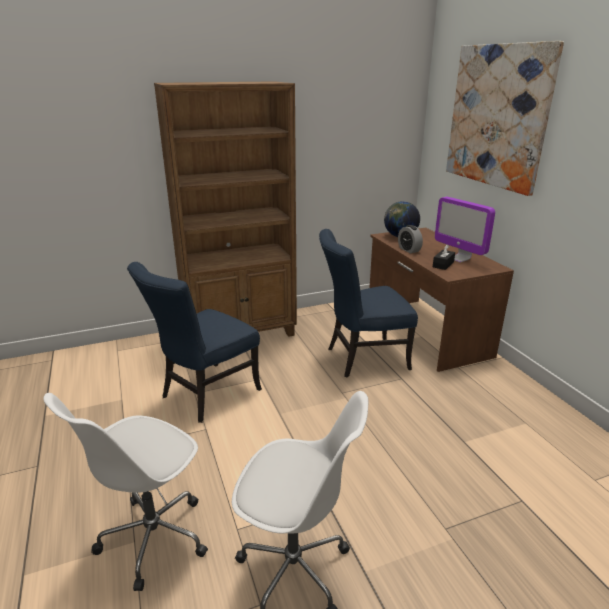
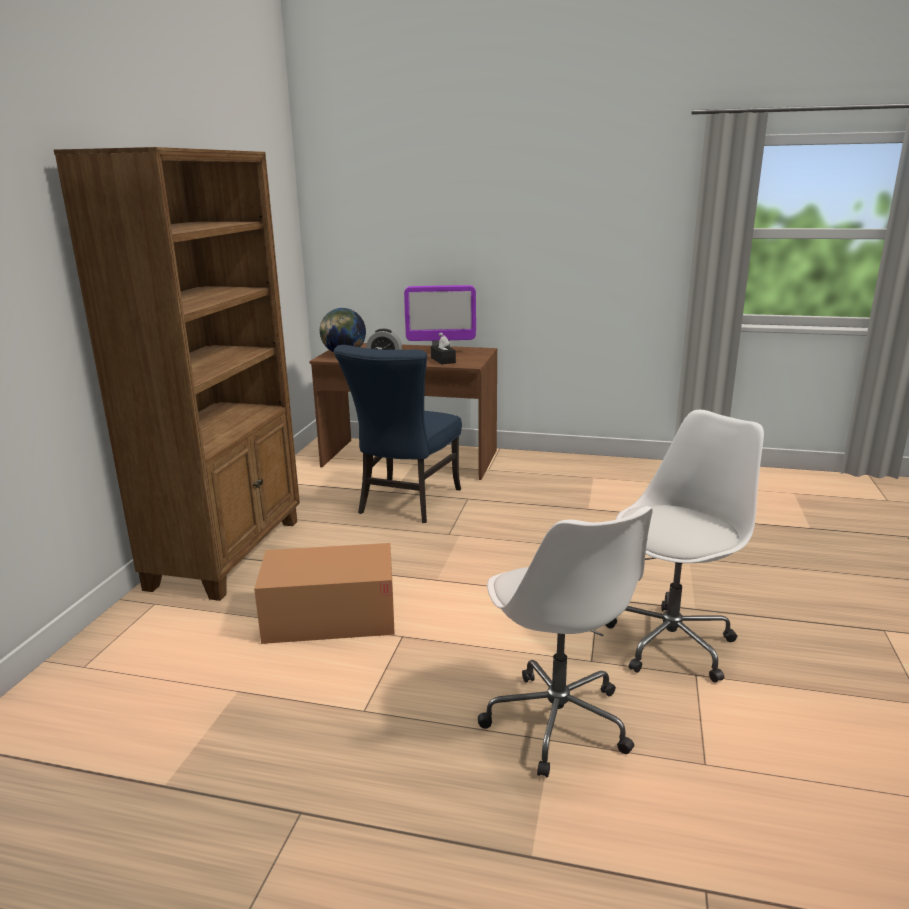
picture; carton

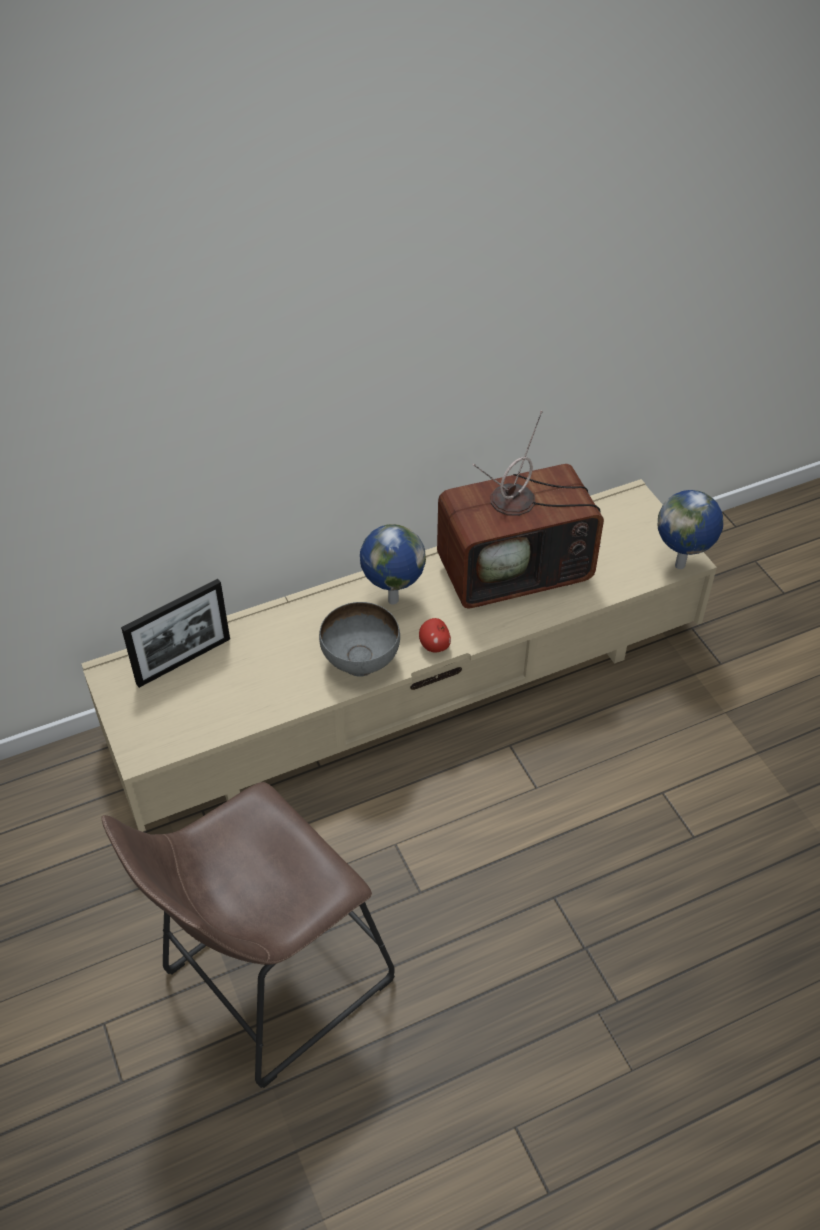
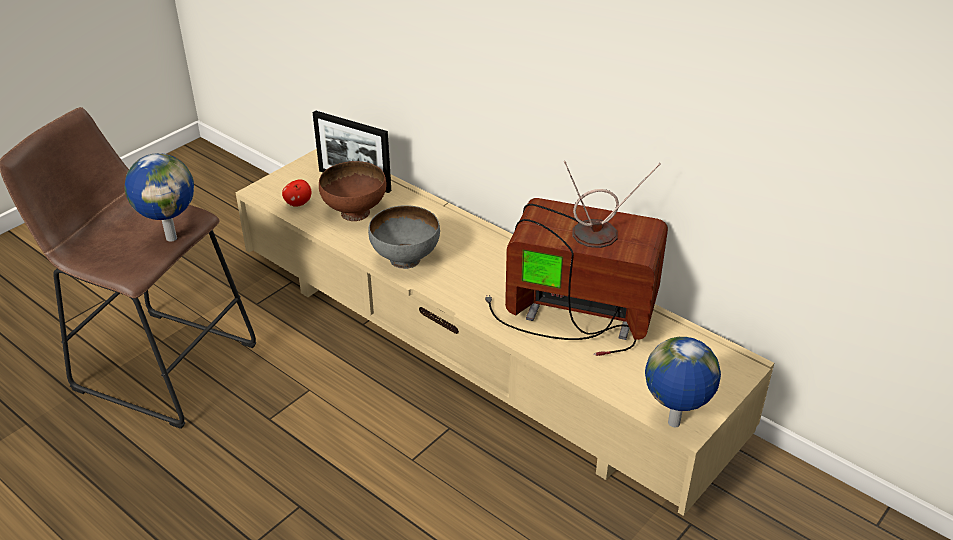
television; globe (1st from left); apple fruit; brown bowl

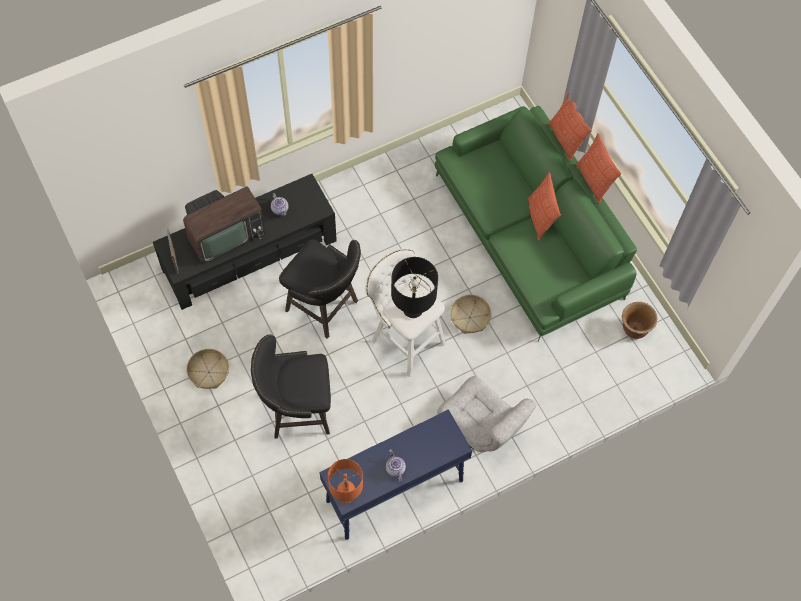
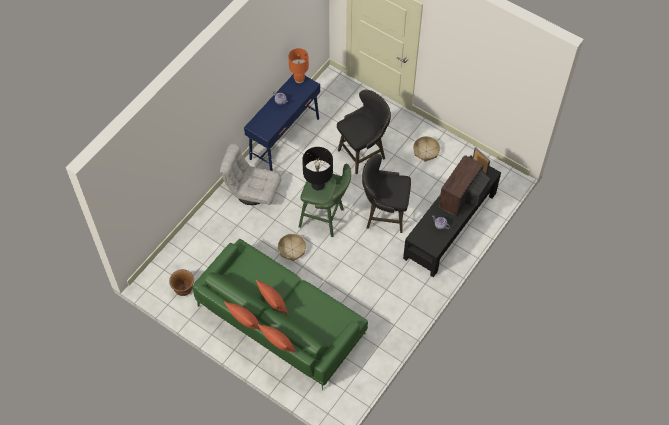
green-coloured stool

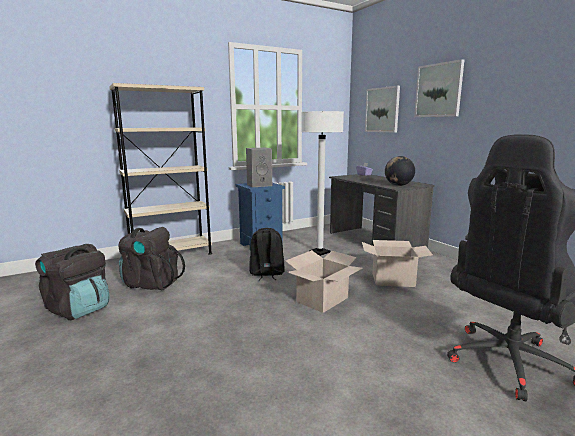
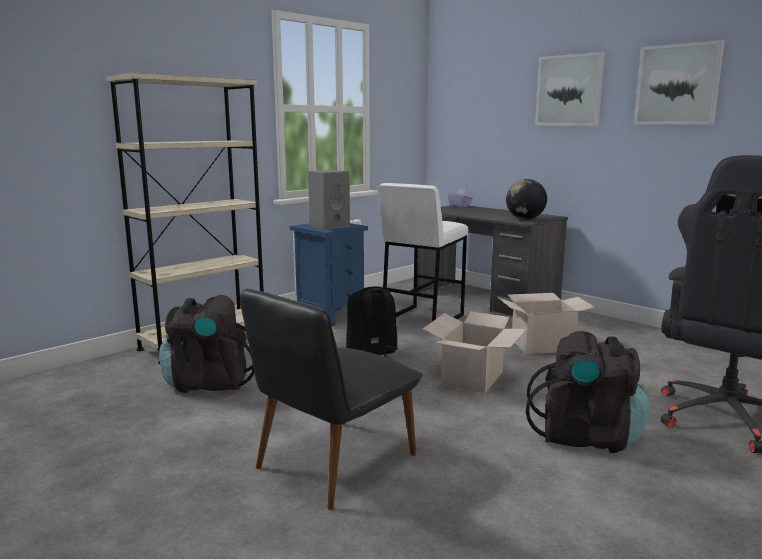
picture (2nd from left); white-coloured stool; blackish backpack (3rd from left); blackish upright chair

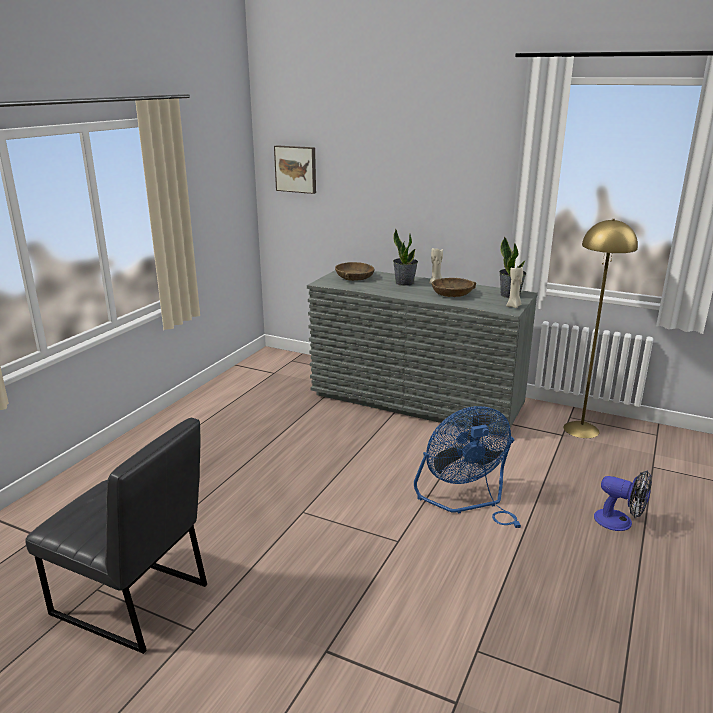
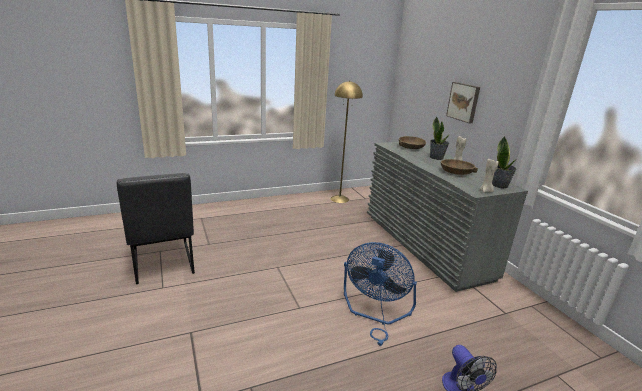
picture; yellowish floor lamp

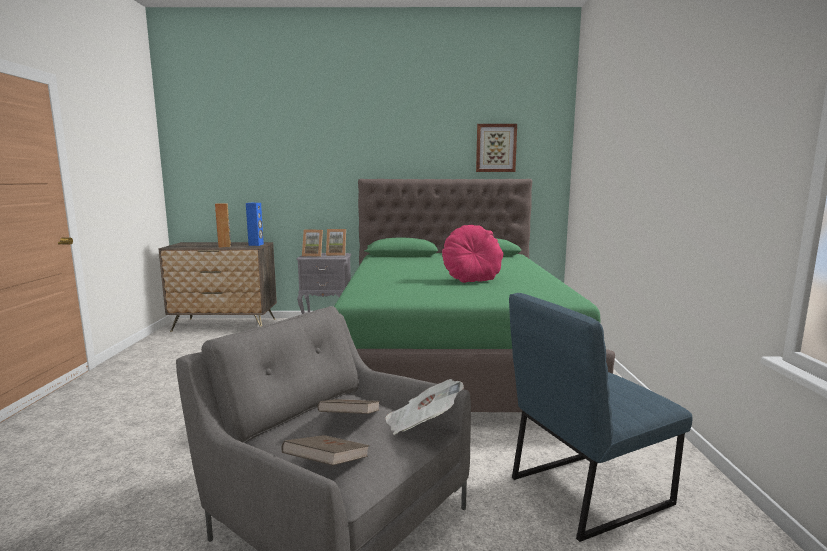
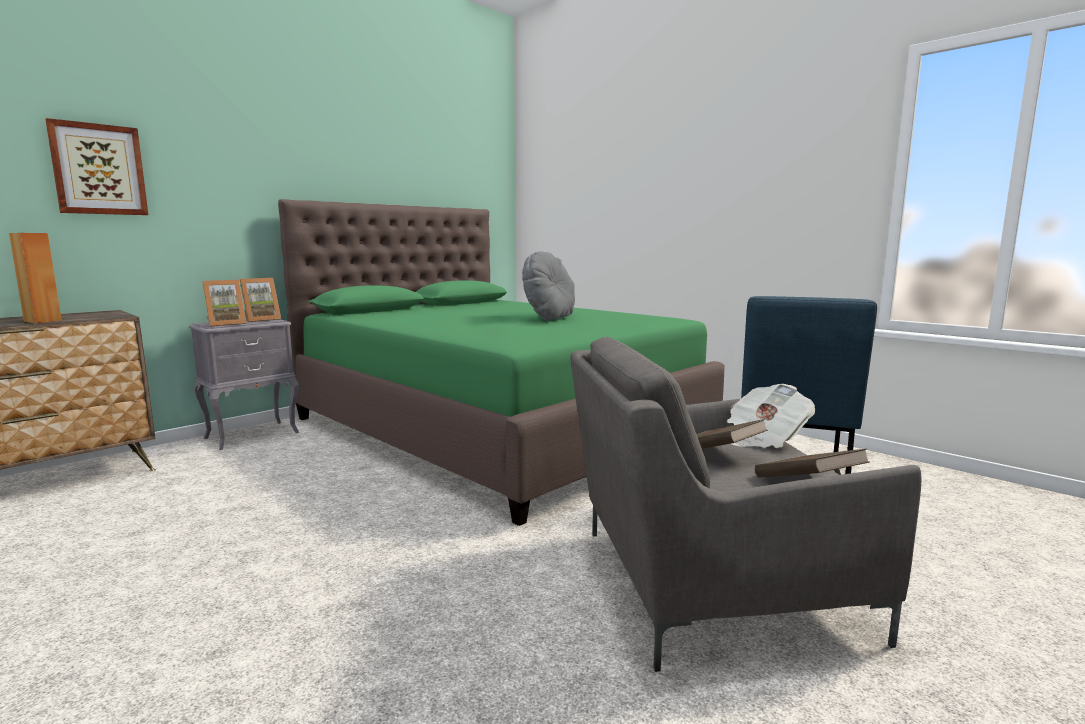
picture; blue speaker; gray throw pillow

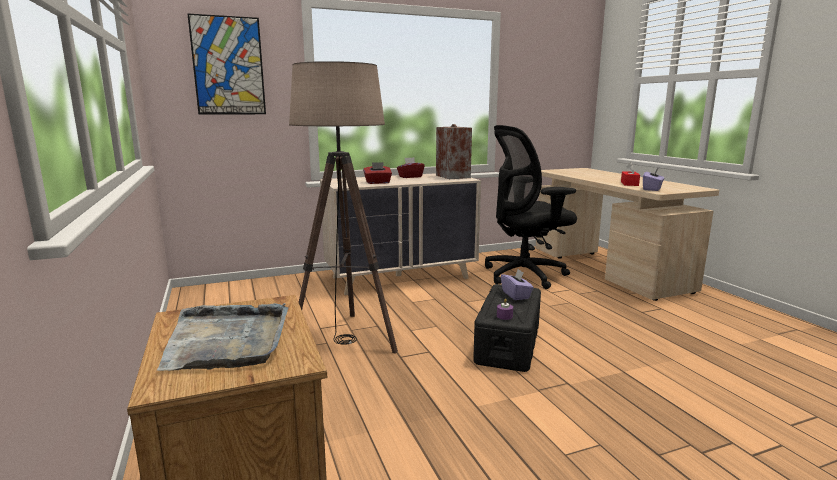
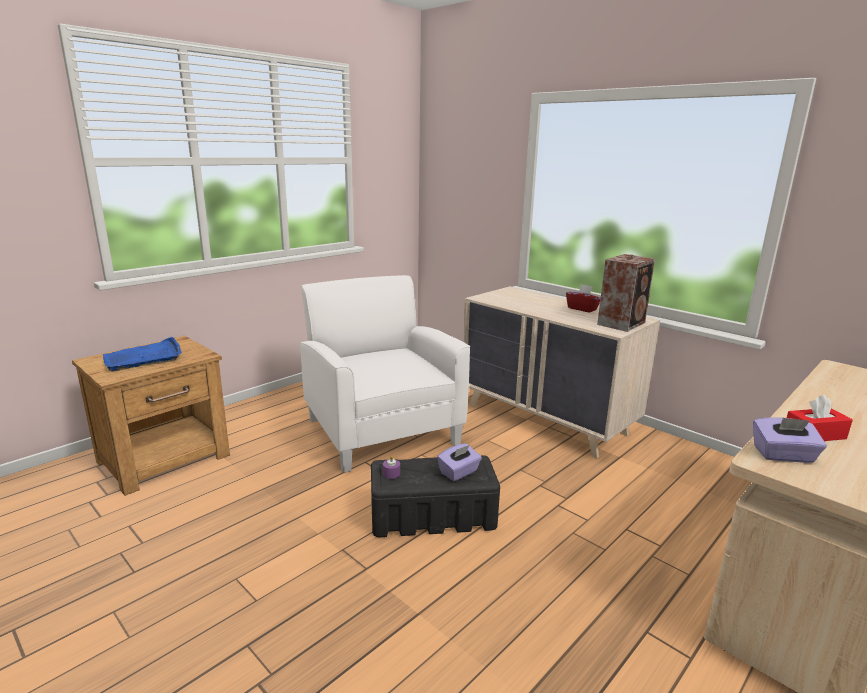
picture; white-coloured lounge chair; blackish office chair; reddish tissue box (1st from left in the first image); blue carrying tray

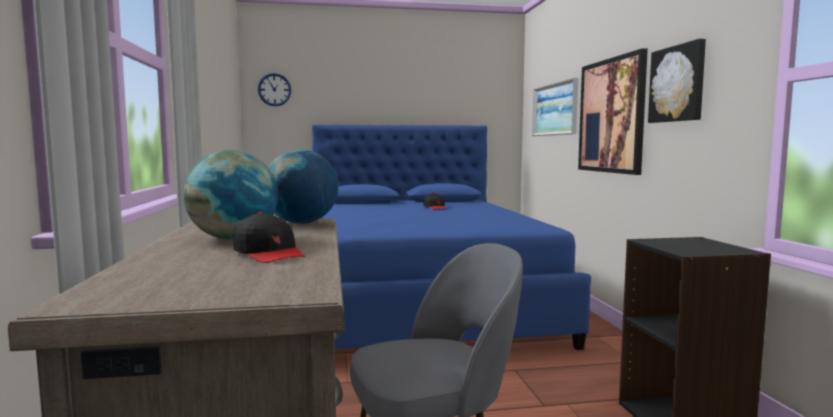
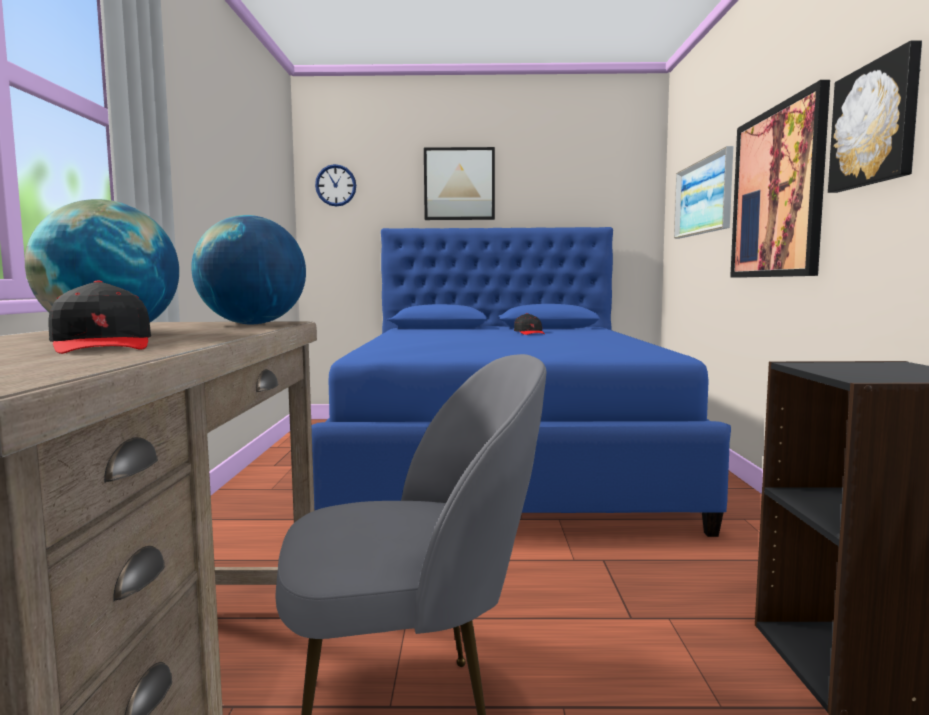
picture (1st from left)

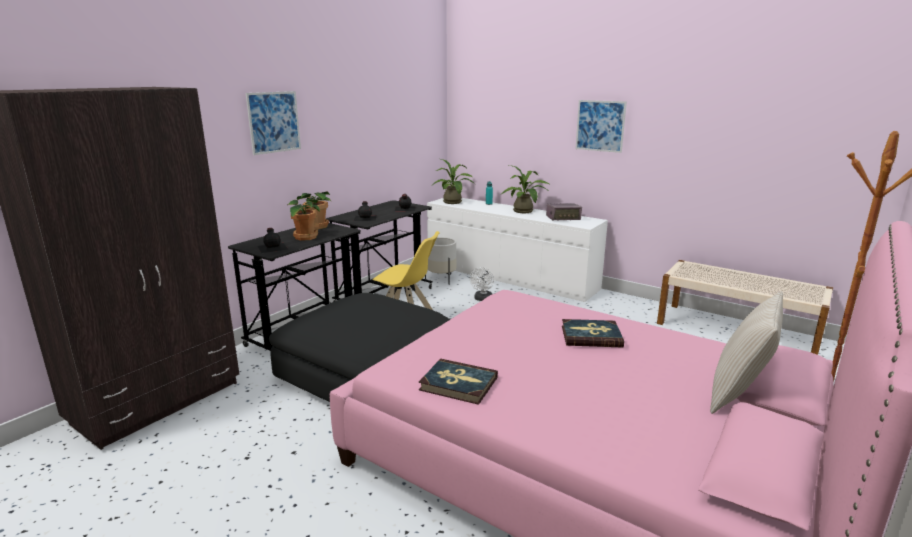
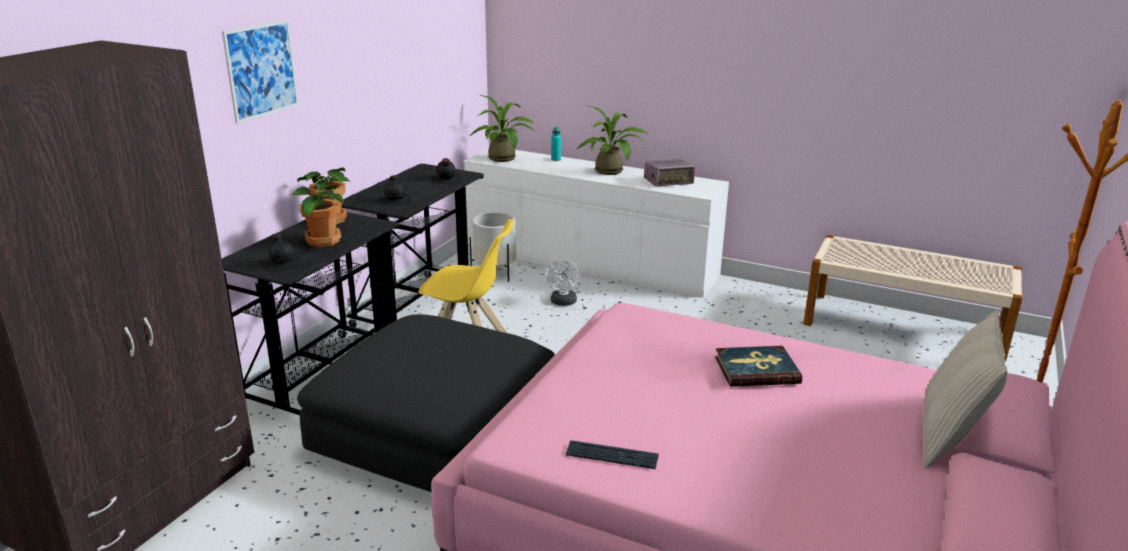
picture (2nd from left in the first image); keyboard

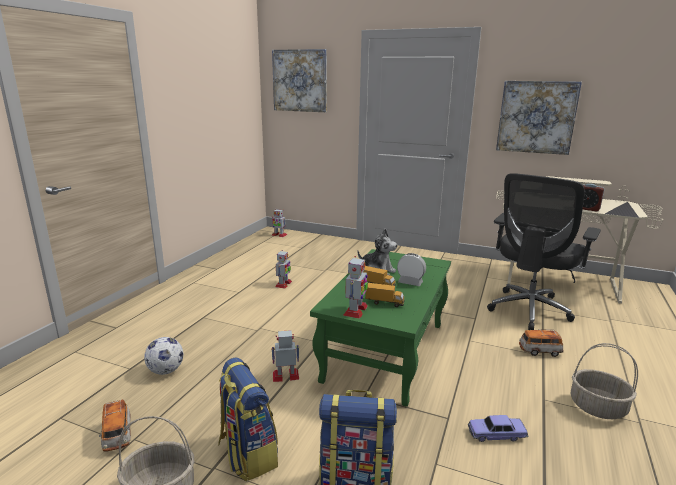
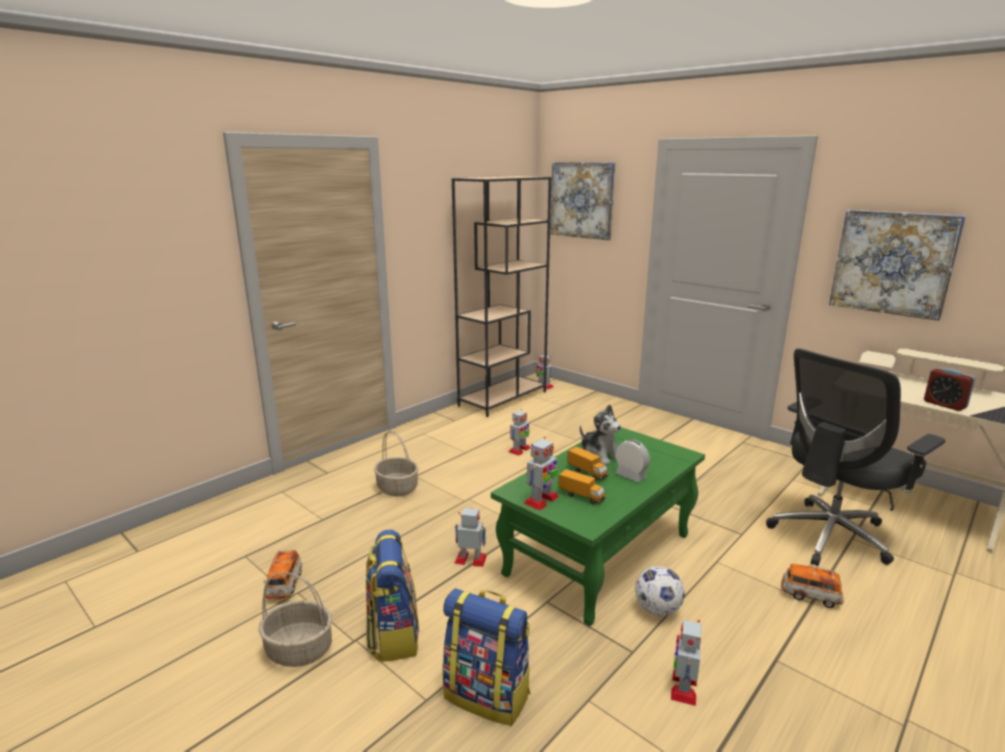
football ball; household basket (2nd from left); robot figure (5th from left); bookshelf

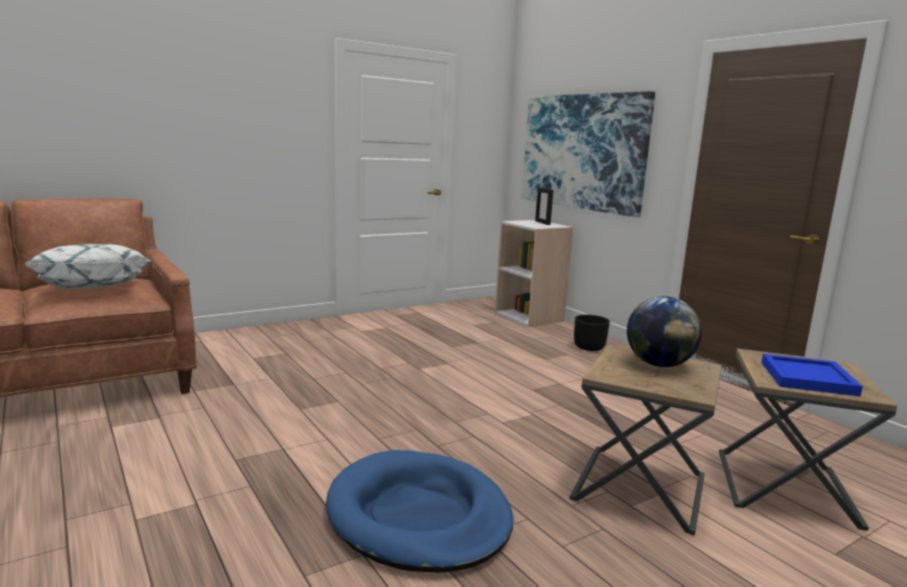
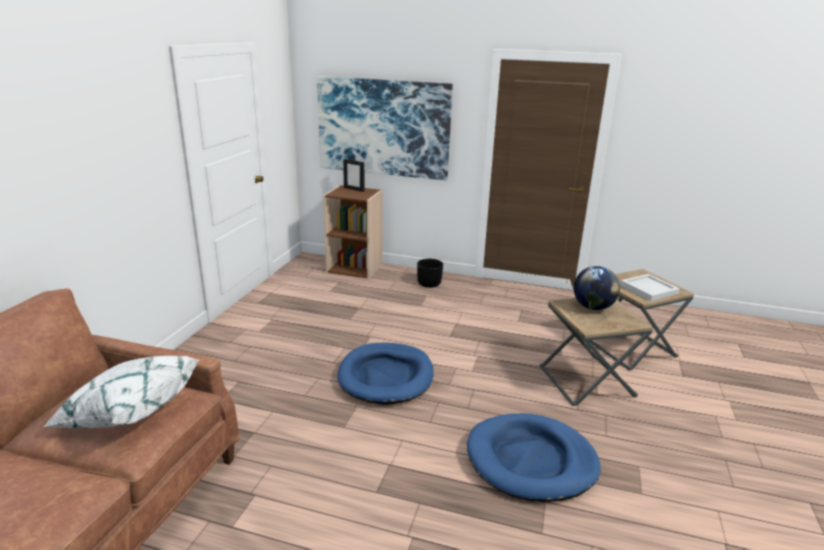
brown bookshelf; white-coloured carrying tray; blue pet bed (1st from left)

